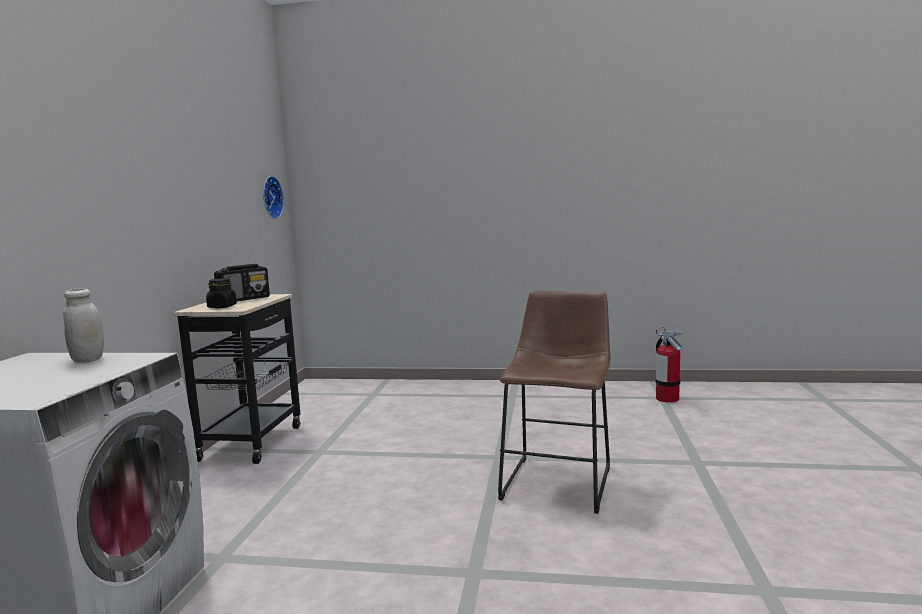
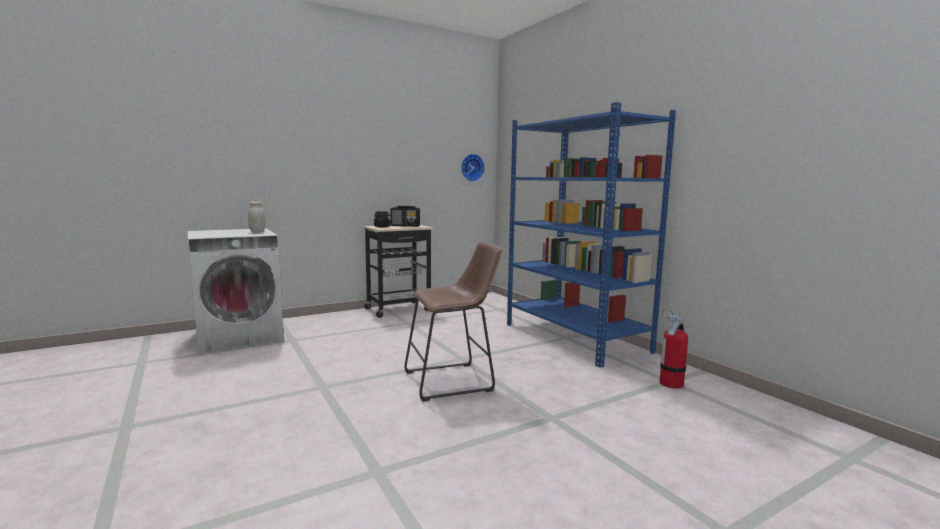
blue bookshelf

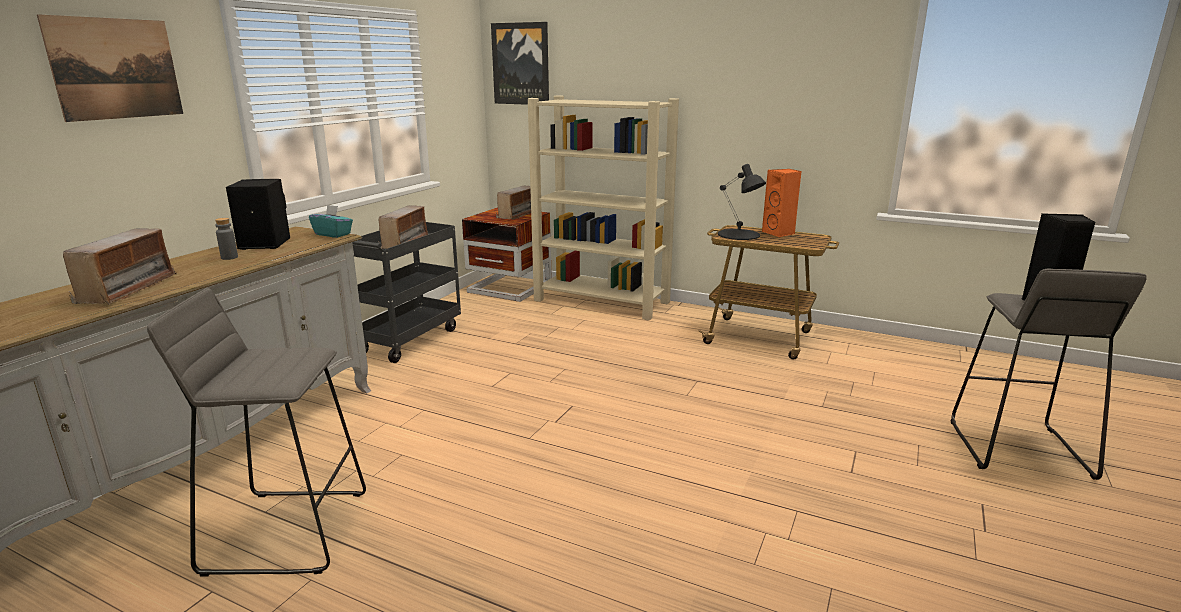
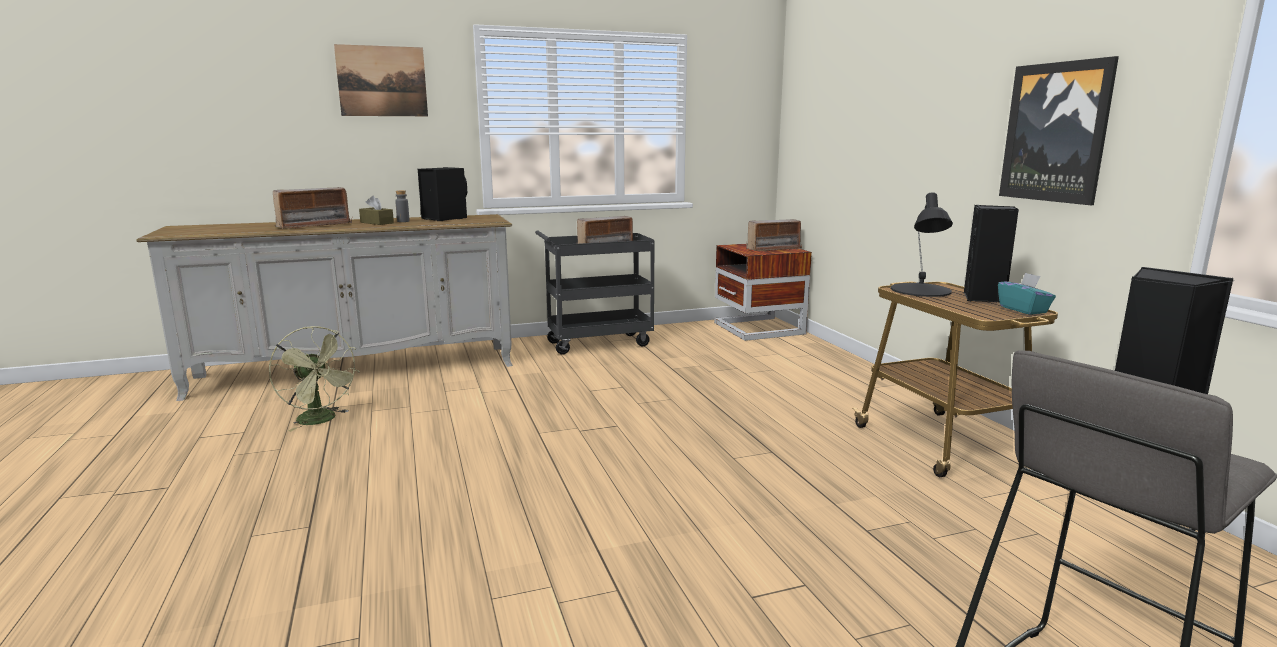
picture (2nd from left); sand-coloured bookshelf; blackish speaker (2nd from left); turquoise-coloured tissue box; green-coloured fan; brown tissue box

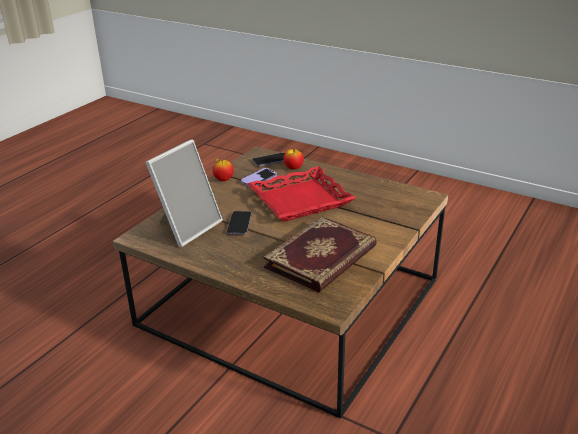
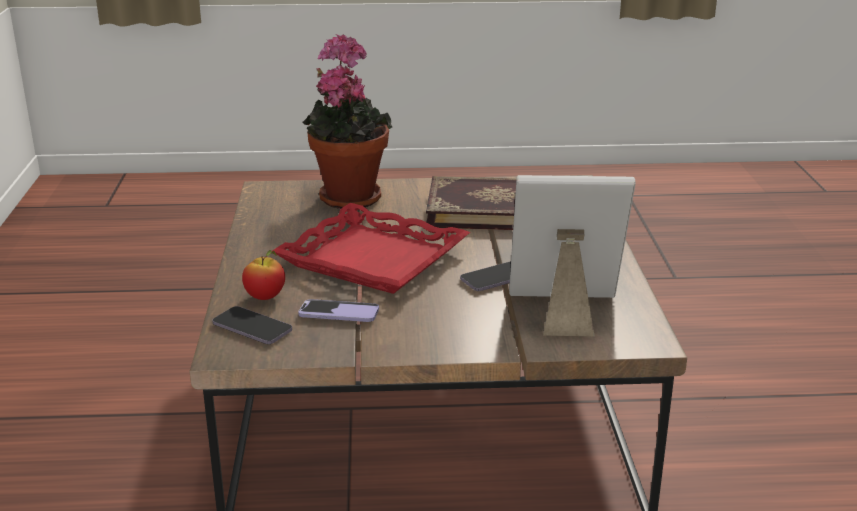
apple fruit (1st from left in the first image); plant in a pot

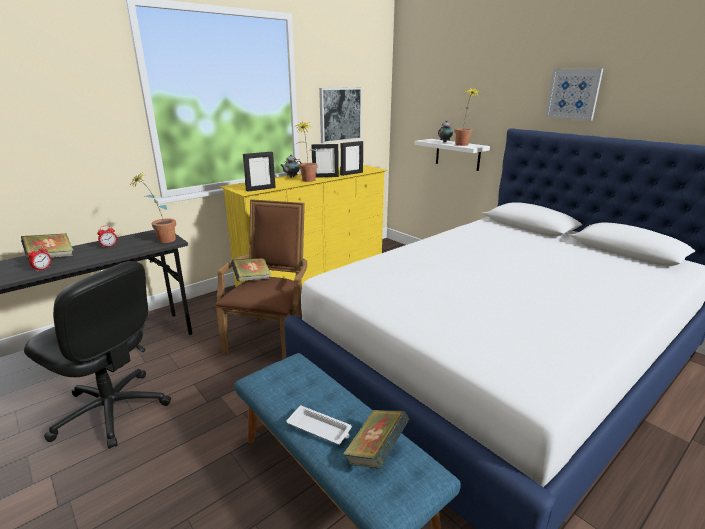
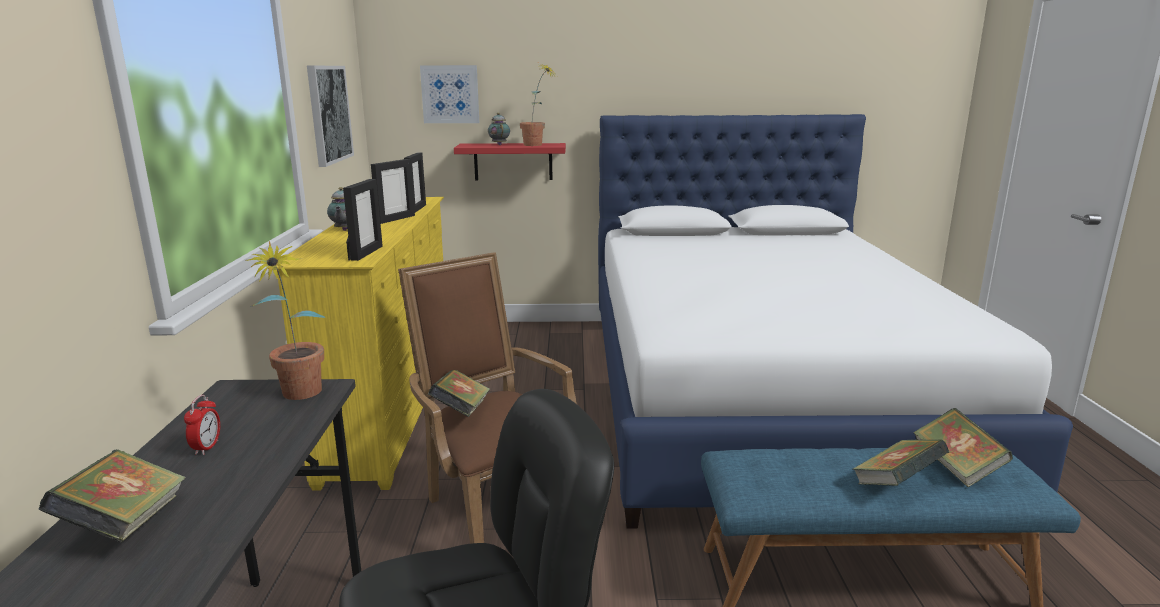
picture (2nd from left); plant in a pot (2nd from left in the first image); reddish shelf; bedside clock (1st from left in the first image); volume (3rd from left)

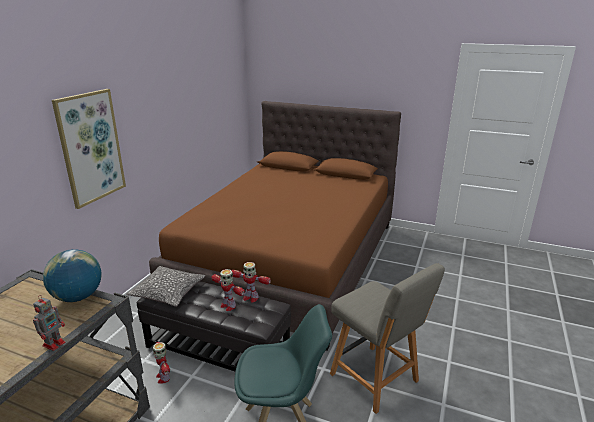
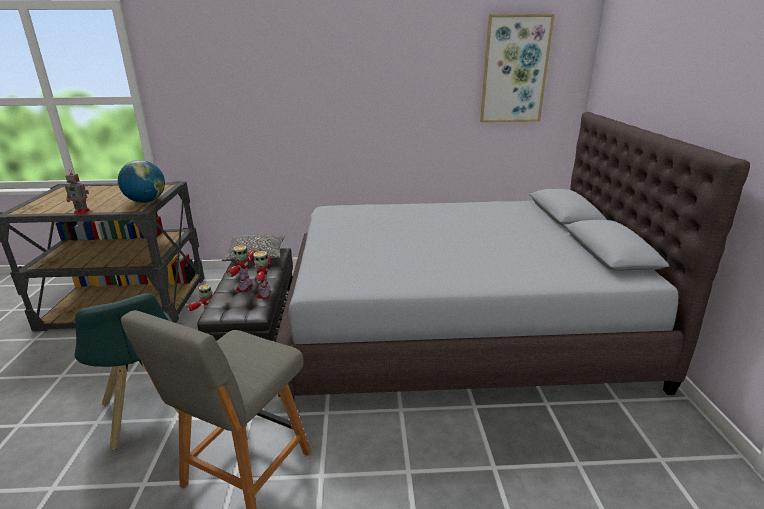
picture; gray bedroom bed

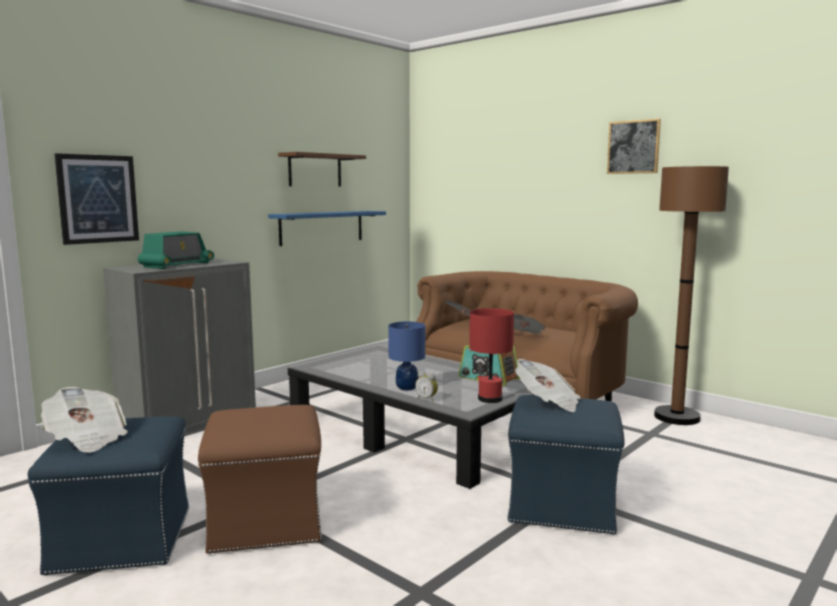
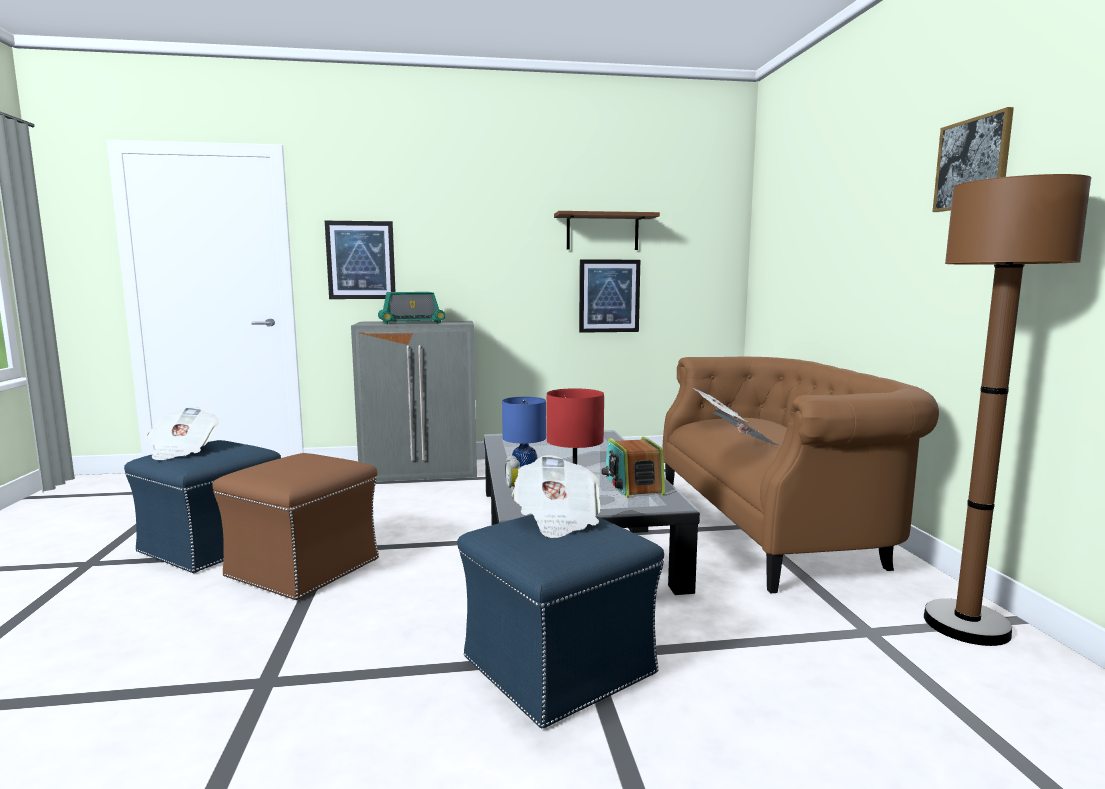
picture (2nd from left)

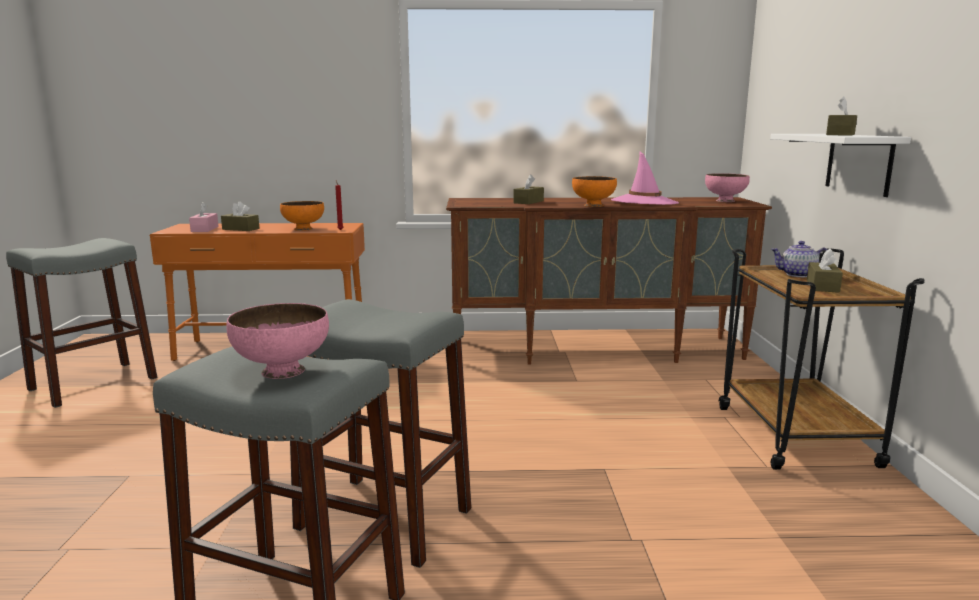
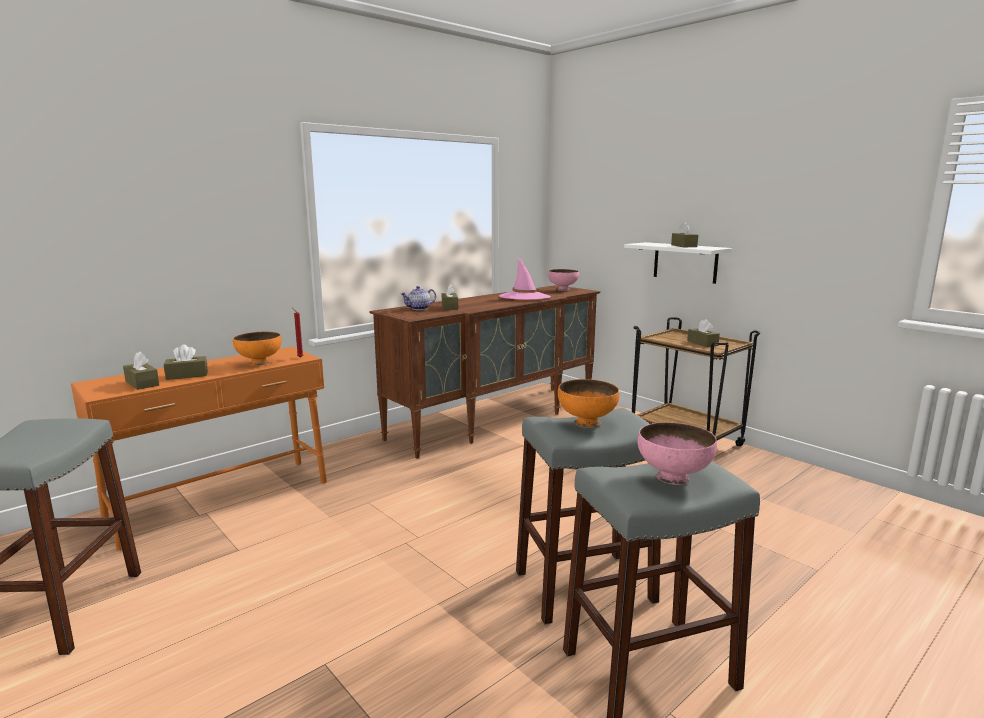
orange-coloured bowl (2nd from left); brown tissue box (1st from left); tea pot

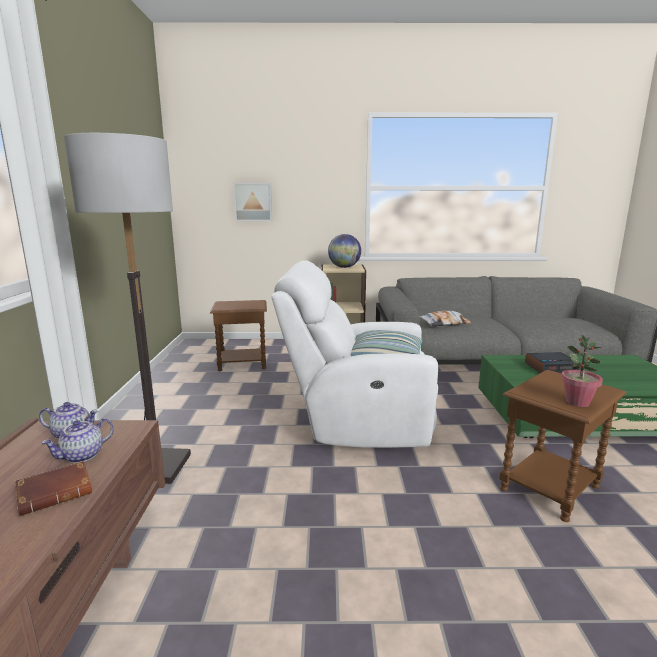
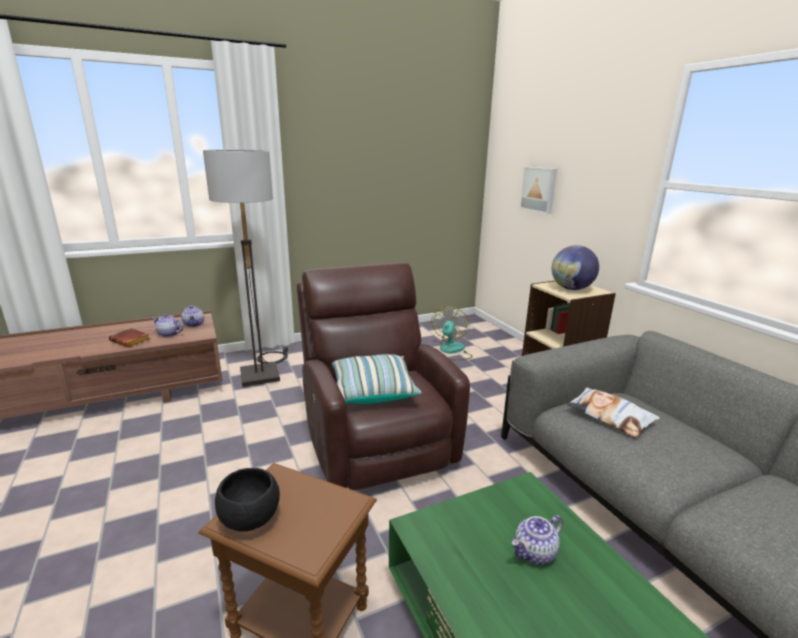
brown lounge chair; fan; blackish bowl; tea pot (3rd from left)

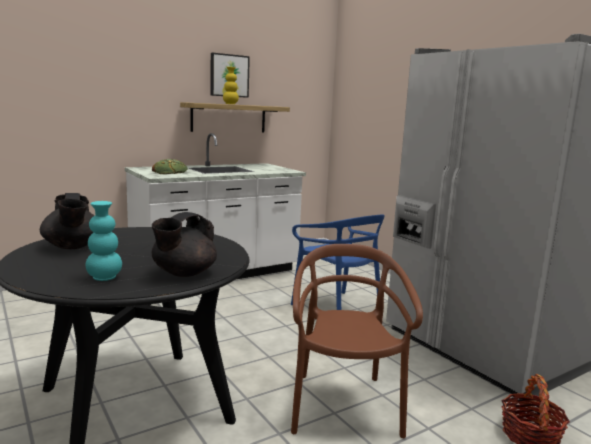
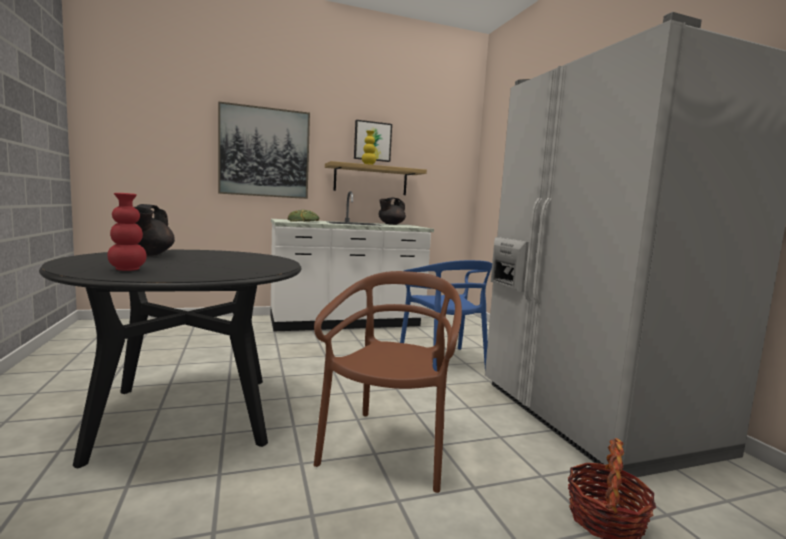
reddish vase; blackish tea pot (2nd from left); picture (1st from left)

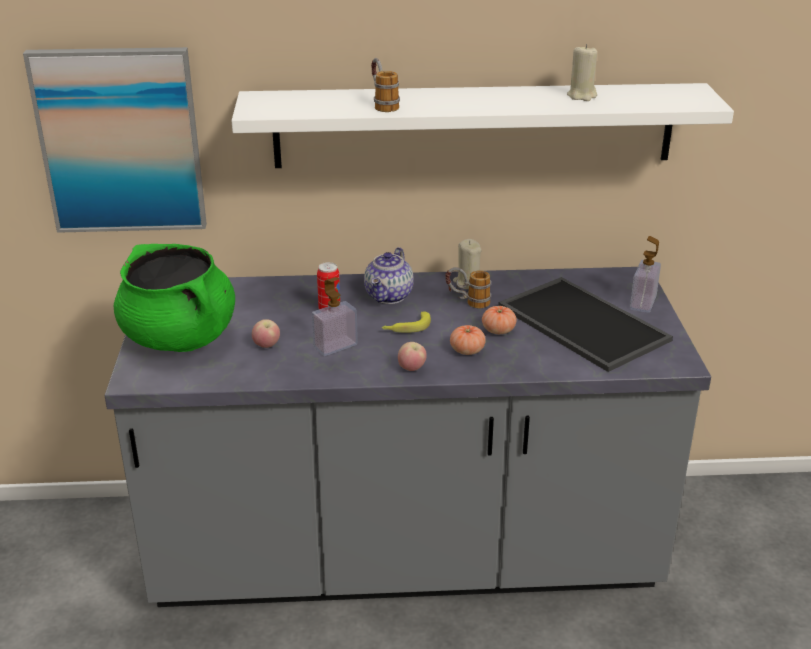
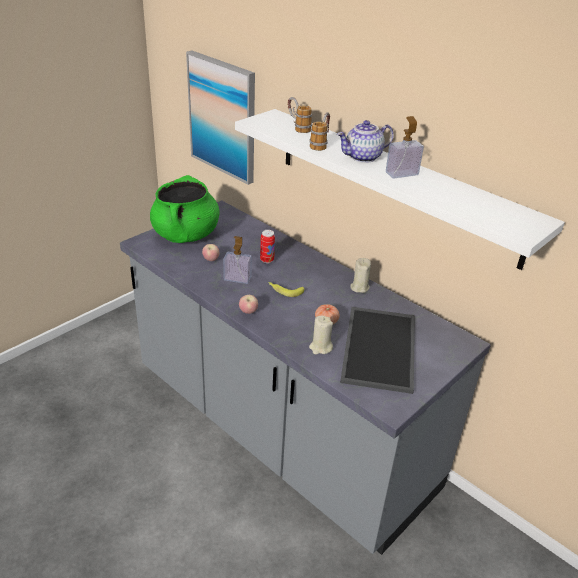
sand-coloured wax candle (1st from left); soap bottle (2nd from left); tea pot; tea mug (1st from left); fresh tomato (1st from left in the first image)

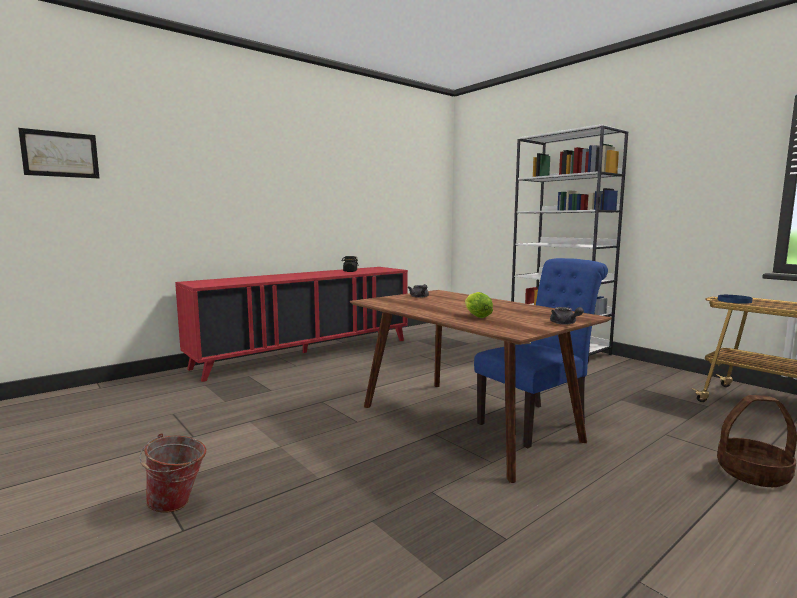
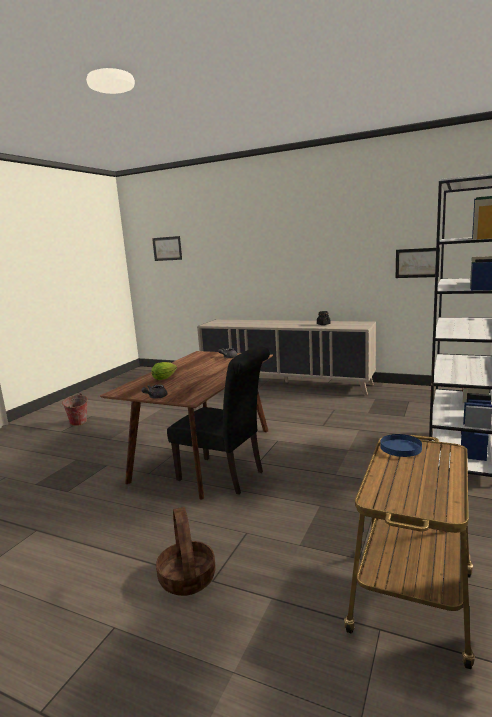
blackish upright chair; sand-coloured cupboard; picture (2nd from left)

